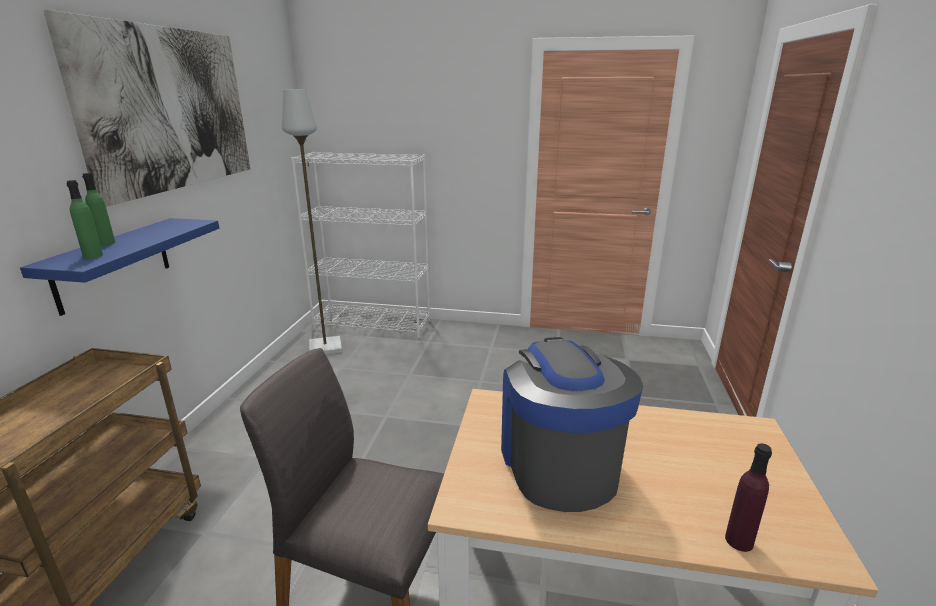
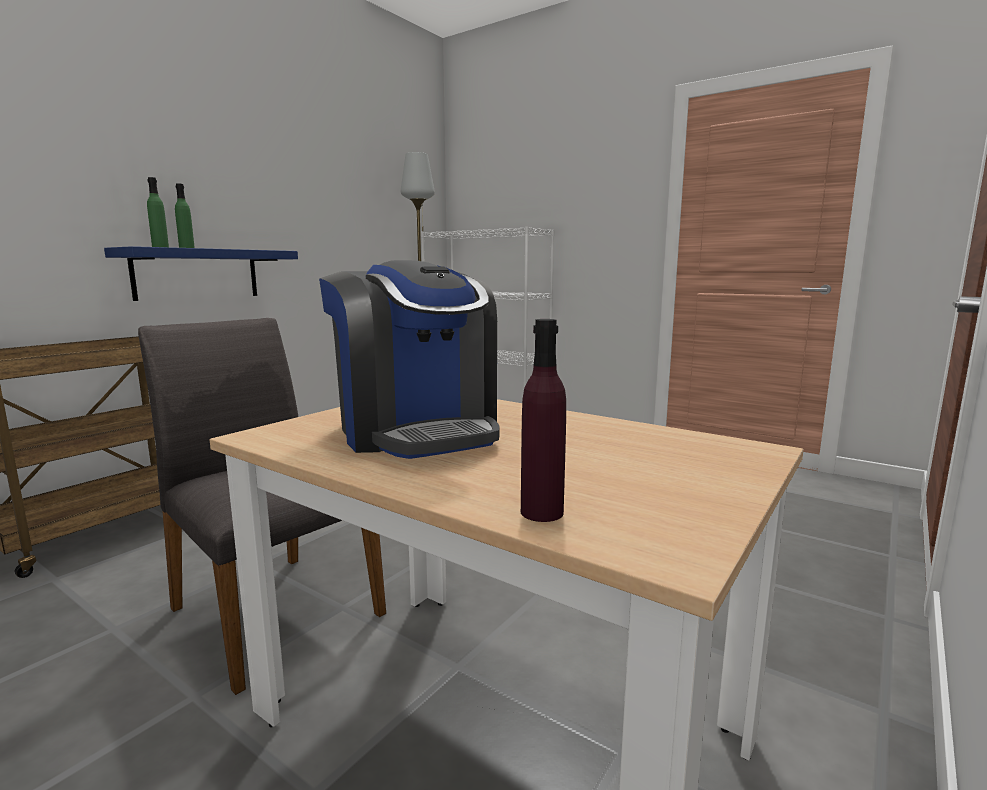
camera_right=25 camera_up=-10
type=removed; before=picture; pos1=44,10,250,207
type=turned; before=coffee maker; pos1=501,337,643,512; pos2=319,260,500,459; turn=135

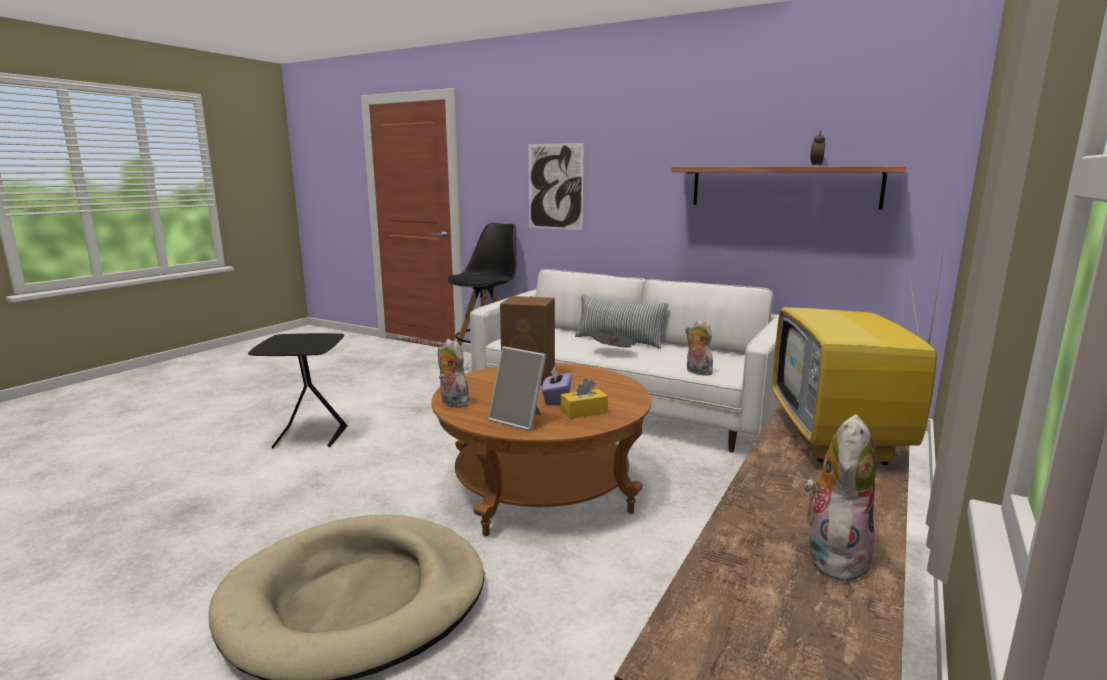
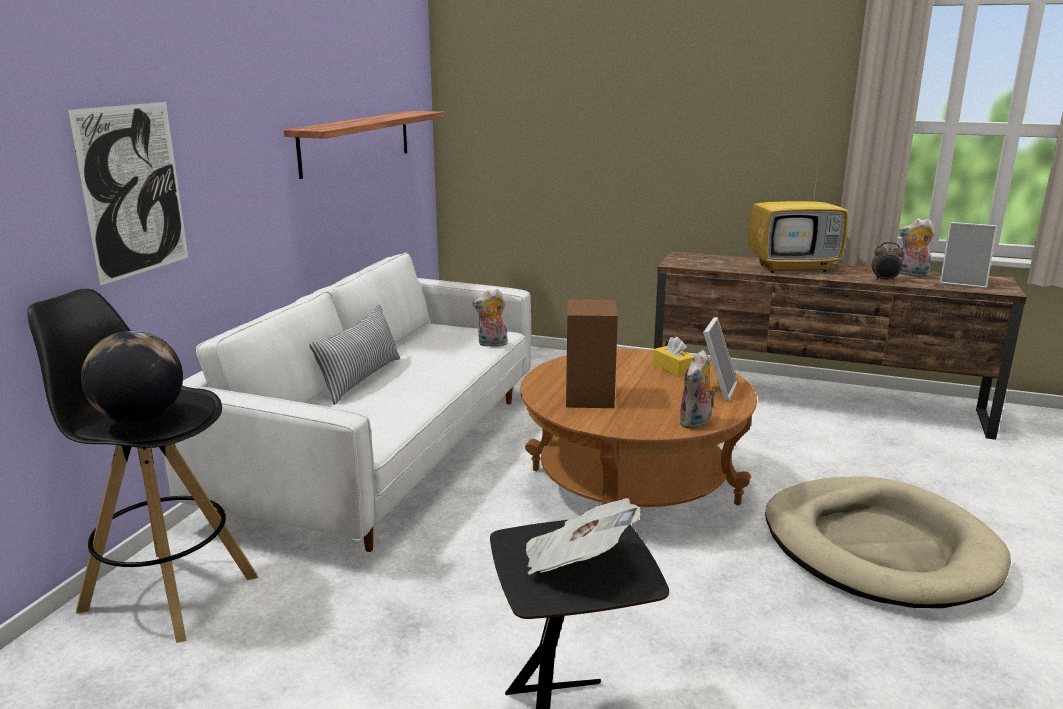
camera_right=-100 camera_up=5
type=removed; before=purple-coloured box of tissues; pos1=542,366,572,405
type=added; after=globe; pos2=81,331,183,423
type=added; after=standing frame; pos2=940,222,997,289
type=moved; before=printed paper; pos1=587,330,636,348; pos2=526,498,640,575
type=moved; before=table clock; pos1=811,130,825,166; pos2=872,242,904,282
type=turned; before=plush toy; pos1=685,320,713,376; pos2=473,289,508,347; turn=45

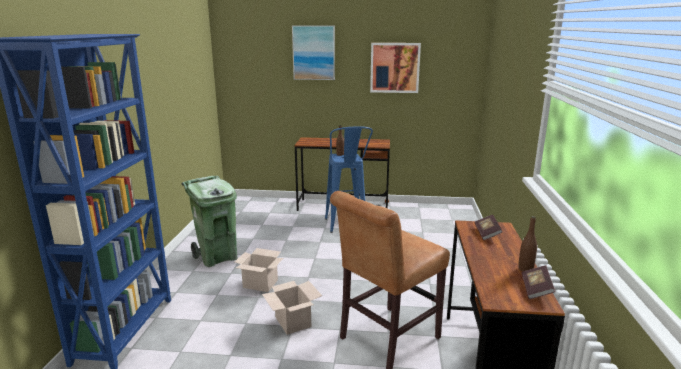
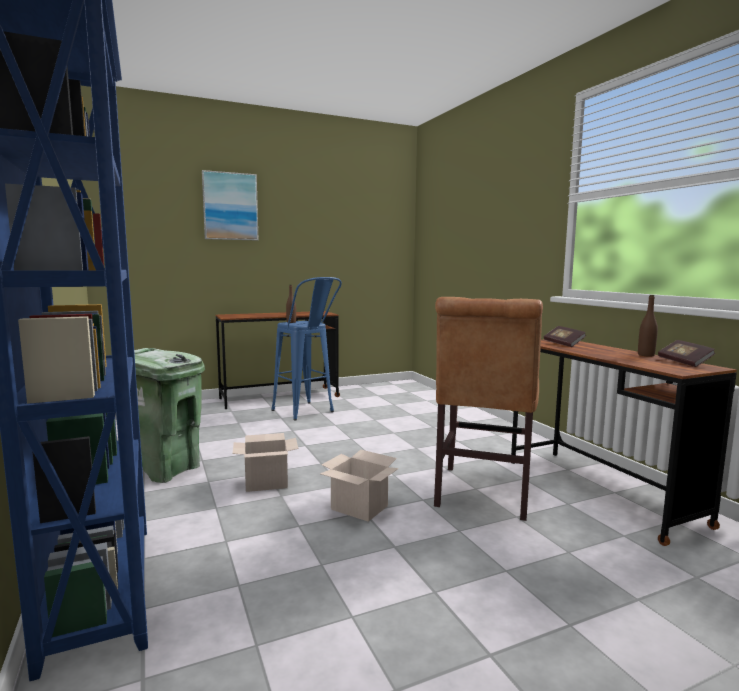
camera_right=-30 camera_up=-10
type=removed; before=picture; pos1=370,43,421,93

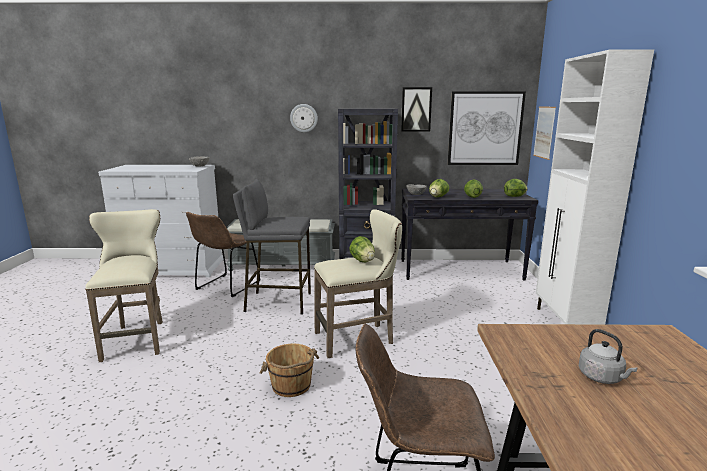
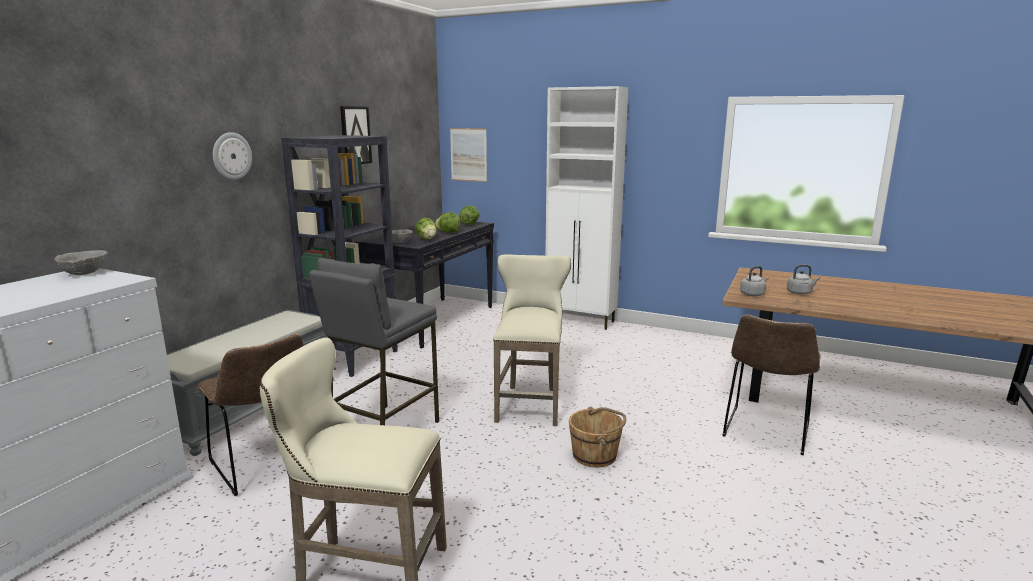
camera_right=-65 camera_up=0
type=removed; before=lettuce head; pos1=349,236,375,262
type=removed; before=picture; pos1=448,91,526,165
type=added; after=greyish tea kettle; pos2=740,266,769,296

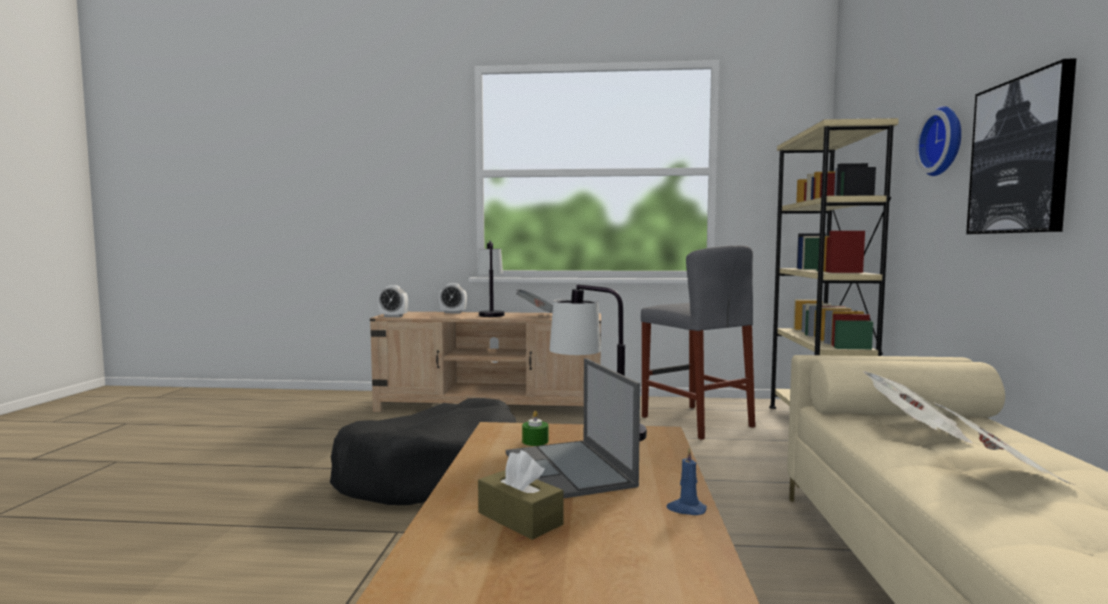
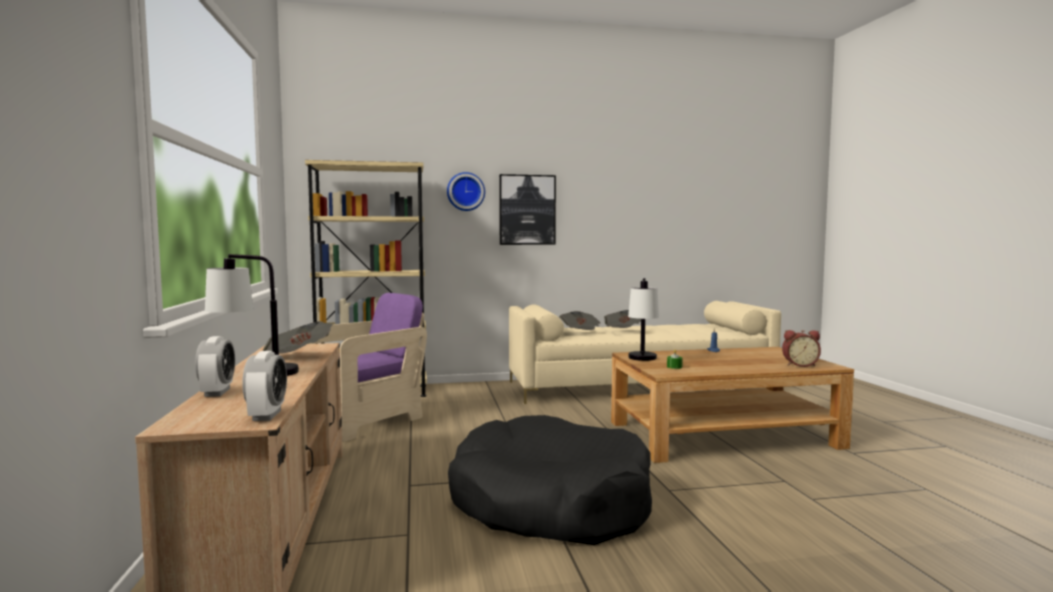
camera_right=-105 camera_up=0
type=removed; before=brown-coloured box of tissues; pos1=478,450,563,540
type=removed; before=notebook computer; pos1=506,358,640,499
type=added; after=table clock; pos2=782,330,821,367
type=replaced; before=greyish sitting stool; after=purple-coloured armchair; pos1=641,245,755,440; pos2=308,293,427,442

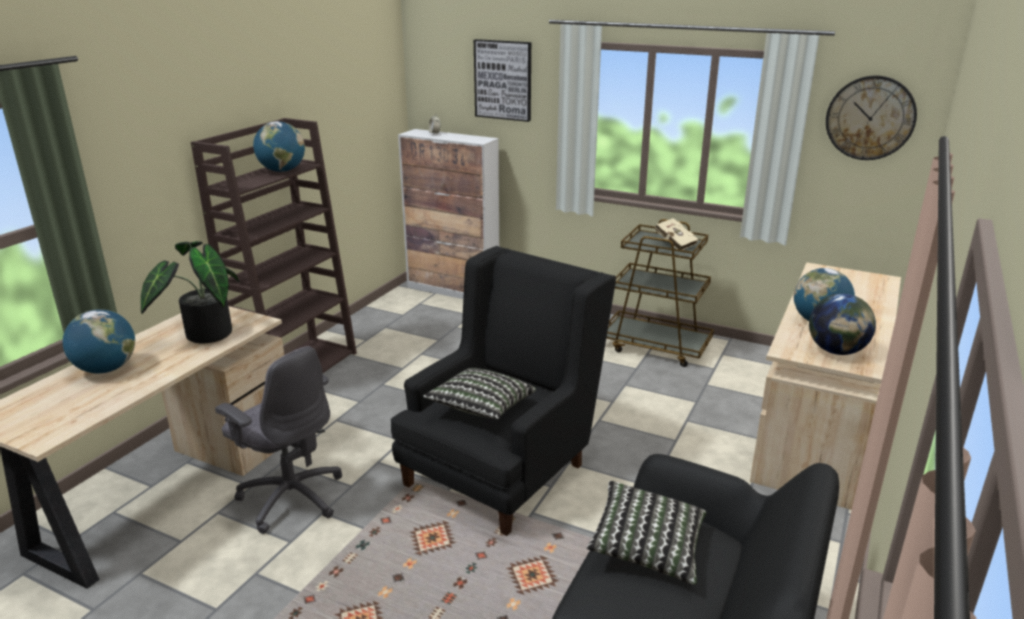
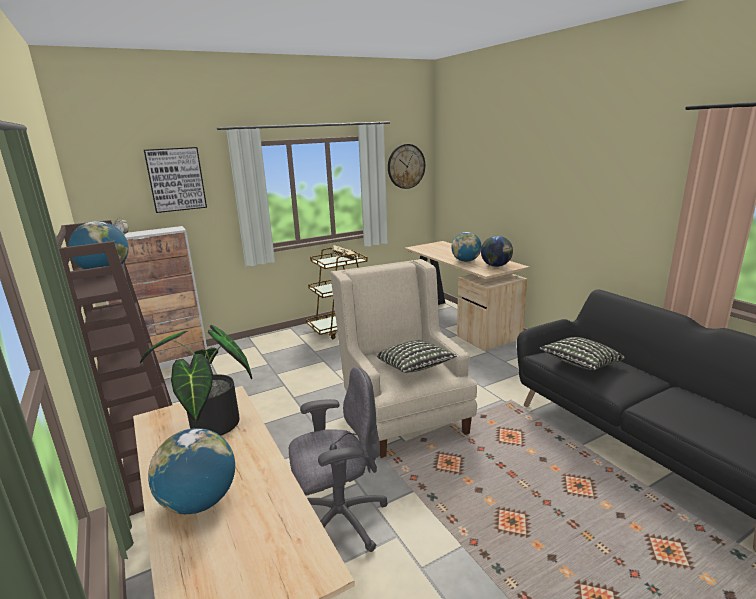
camera_right=-55 camera_up=-5
type=recoloured; before=black-coloured armchair; after=sand-coloured armchair; pos1=391,246,616,536; pos2=330,259,477,458

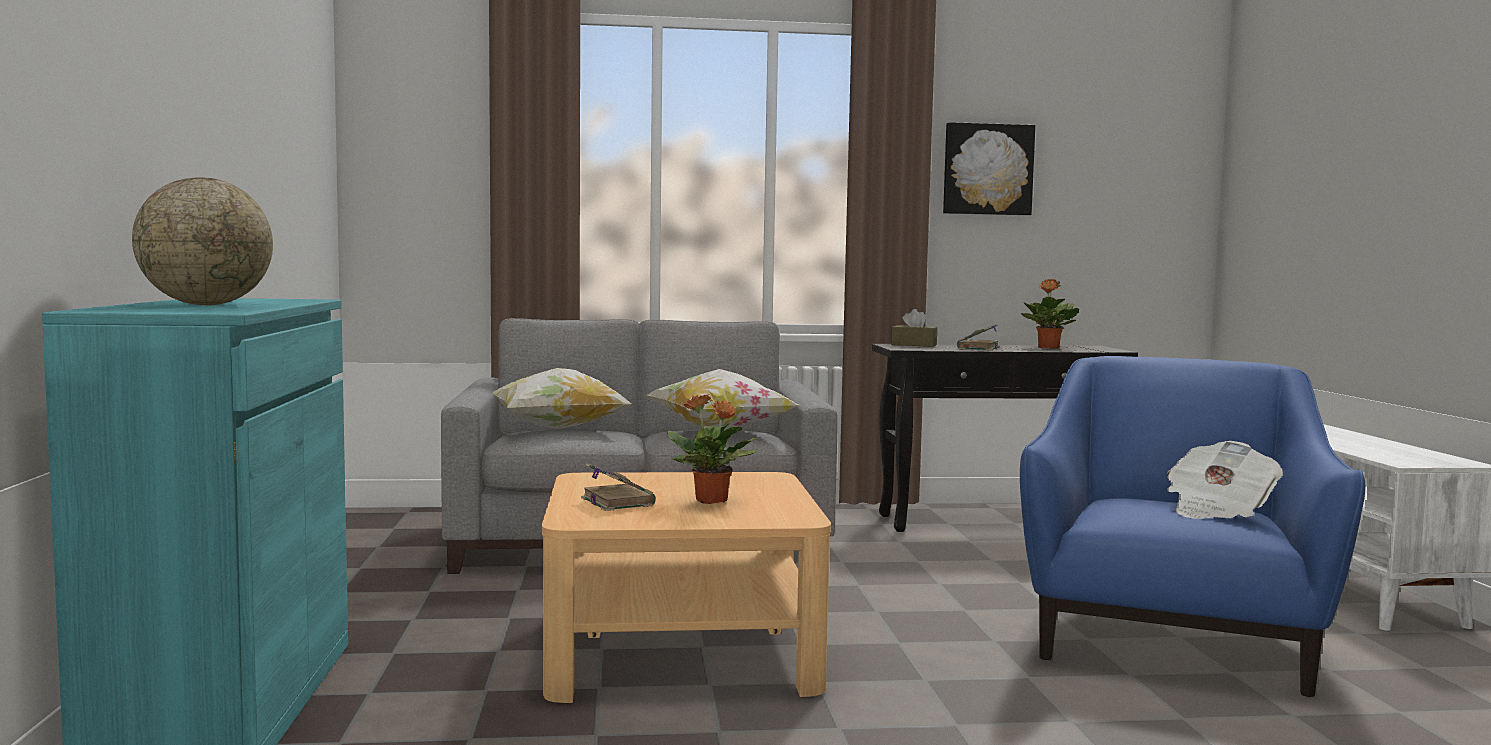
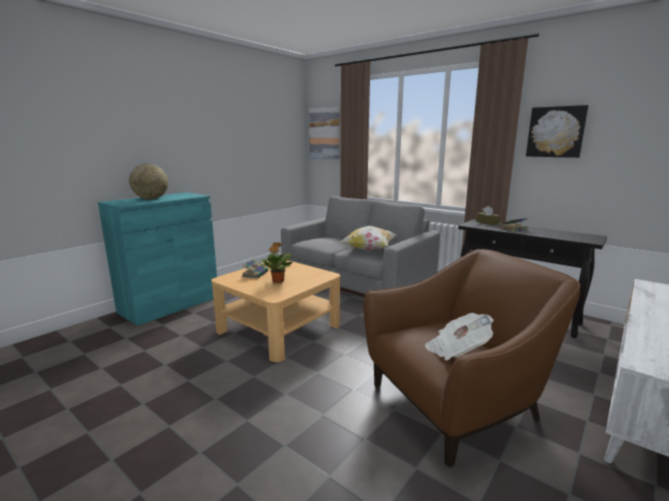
camera_right=45 camera_up=10
type=removed; before=pillow; pos1=493,368,631,429
type=removed; before=potted plant; pos1=1021,279,1079,349
type=added; after=picture; pos2=309,107,339,160
type=recoloured; before=blue-coloured armchair; after=brown-coloured armchair; pos1=1020,356,1365,697; pos2=364,249,580,467

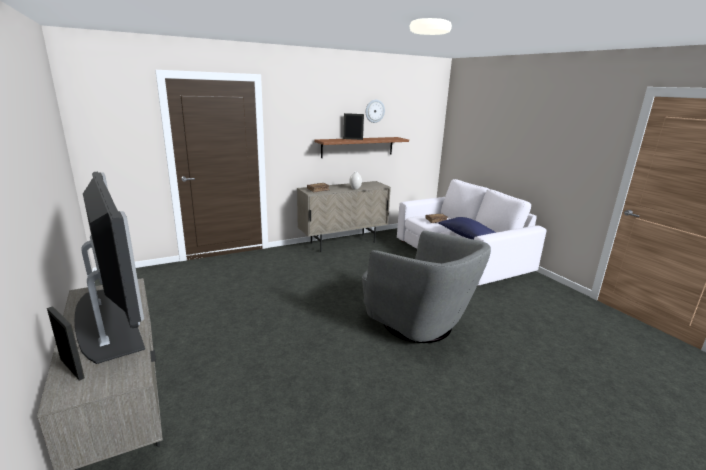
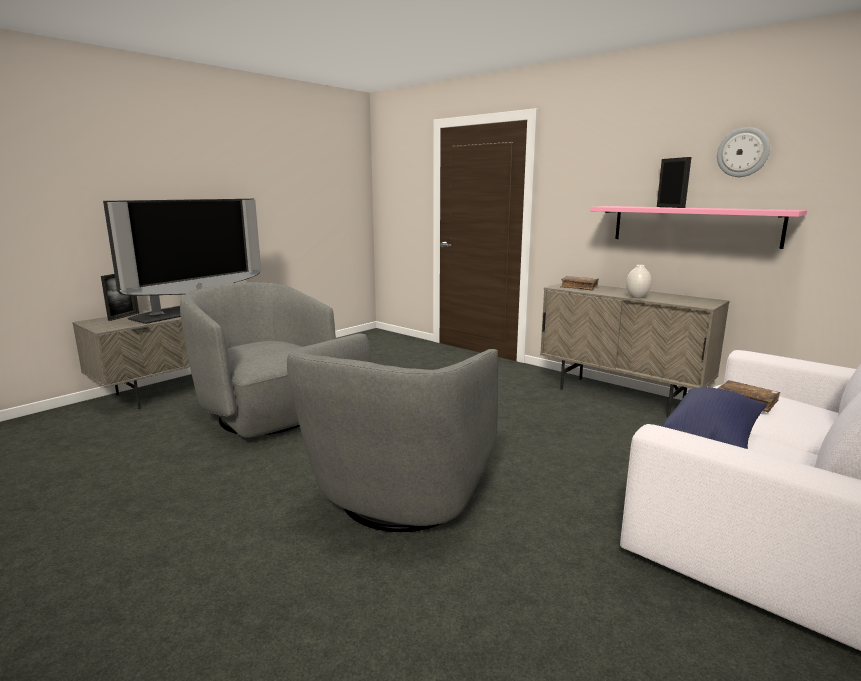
camera_right=70 camera_up=-5
type=added; after=greyish armchair; pos2=180,282,336,438
type=recoloured; before=brown-coloured wall shelf; after=pink wall shelf; pos1=315,137,409,158; pos2=590,206,807,249

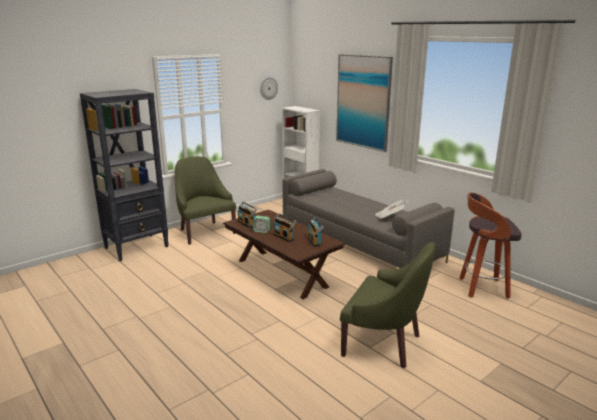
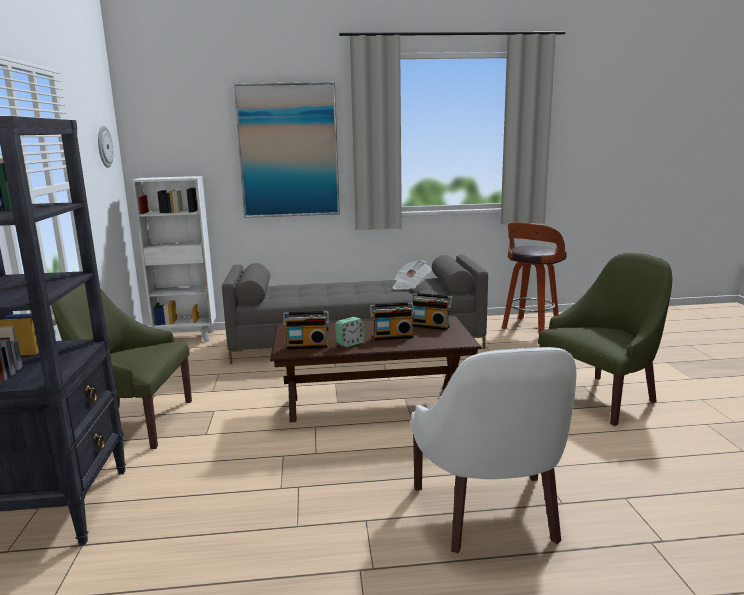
camera_right=-55 camera_up=-5
type=added; after=white-coloured armchair; pos2=411,347,577,553

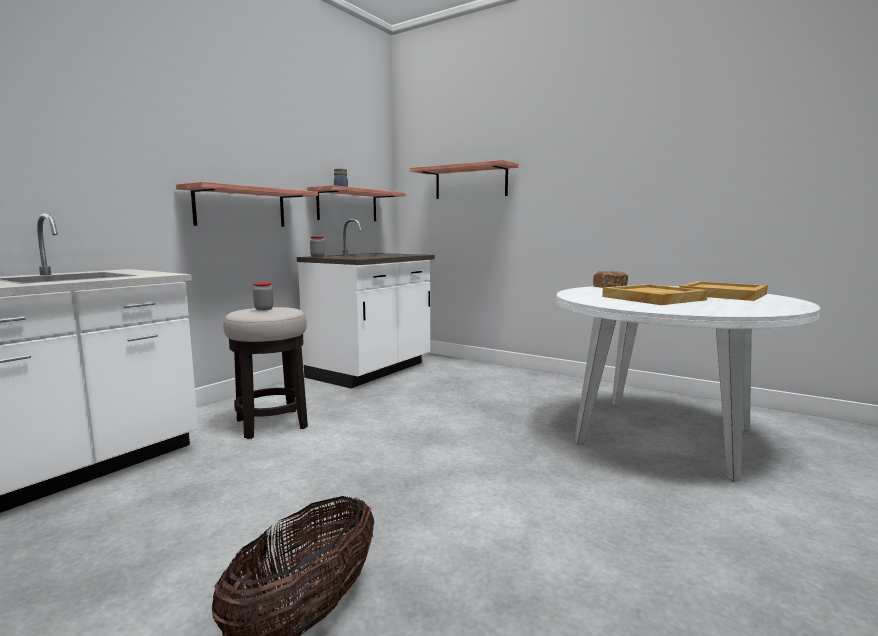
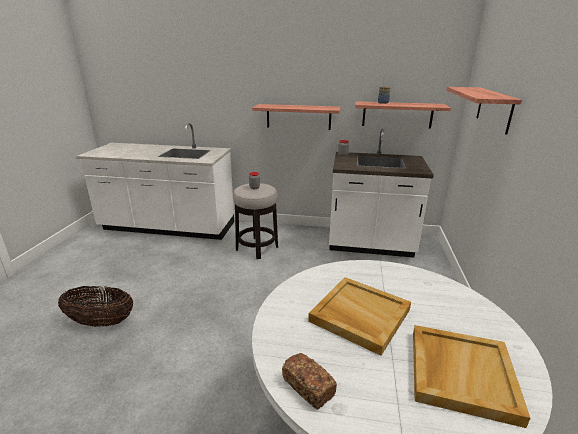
camera_right=65 camera_up=15
type=moved; before=bread; pos1=593,271,628,288; pos2=282,353,337,410

